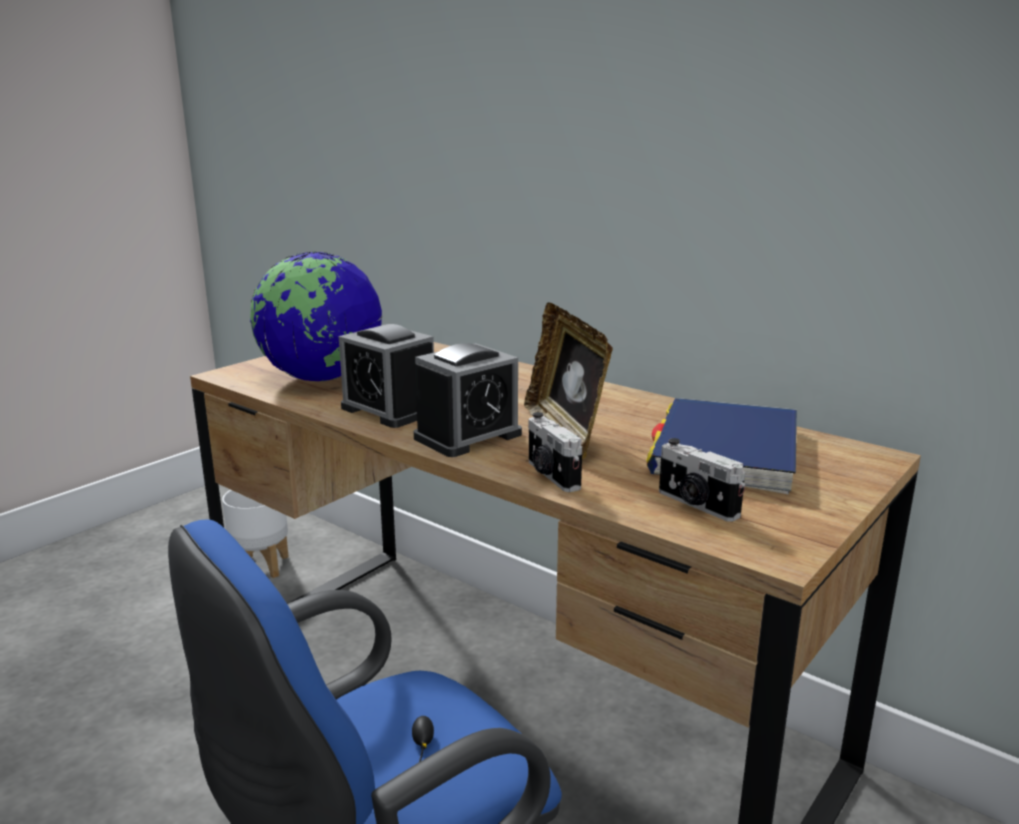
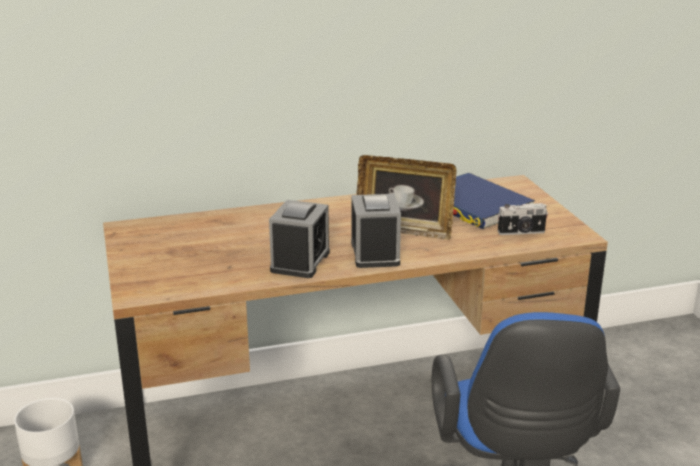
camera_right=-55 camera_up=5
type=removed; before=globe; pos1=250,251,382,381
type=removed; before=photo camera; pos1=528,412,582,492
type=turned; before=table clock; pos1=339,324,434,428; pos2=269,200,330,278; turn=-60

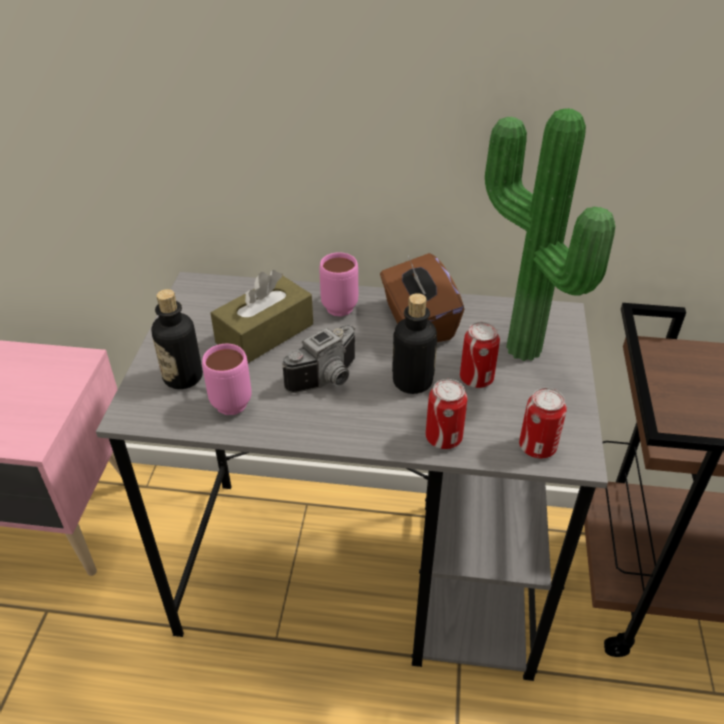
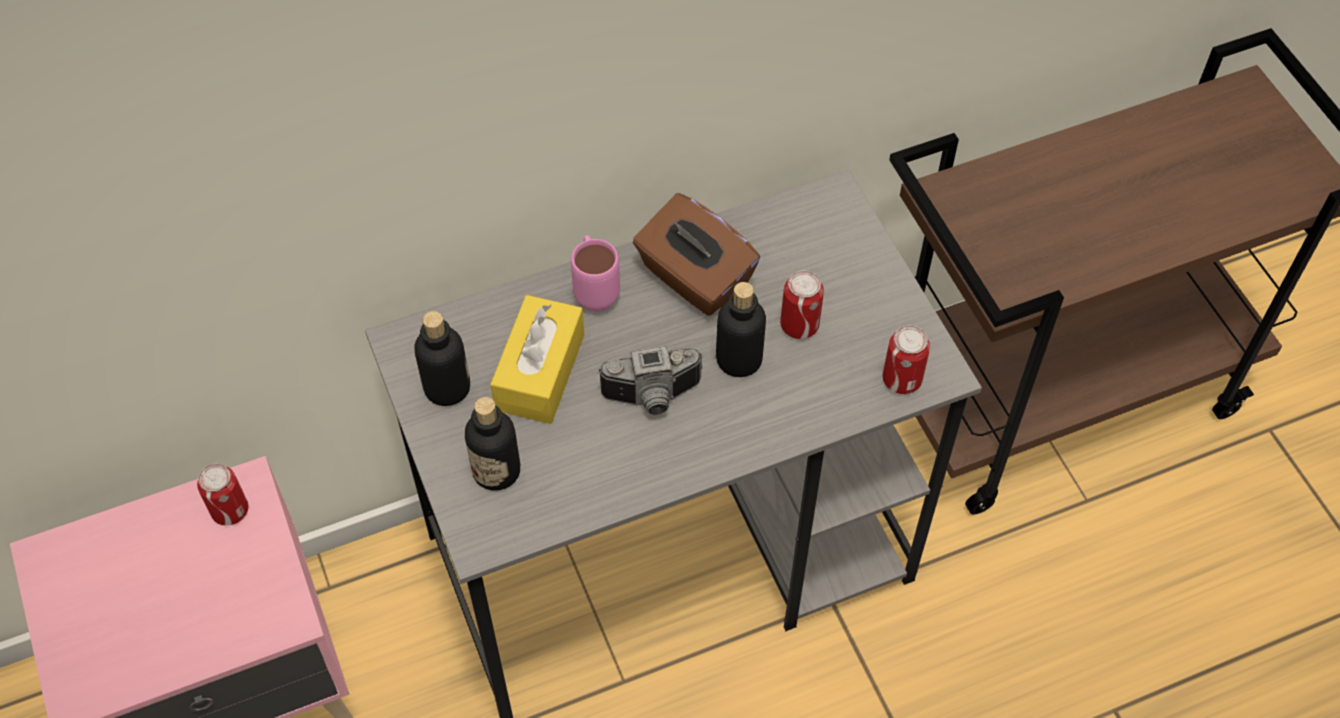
camera_right=-30 camera_up=15
type=removed; before=pink coffee mug; pos1=202,344,251,415
type=removed; before=potted plant; pos1=485,108,615,361
type=added; after=beverage bottle; pos2=415,311,470,406
type=moved; before=metal can; pos1=426,379,467,449; pos2=197,463,249,526
type=recoloured; before=brown-coloured box of tissues; after=yellowish box of tissues; pos1=210,270,313,363; pos2=490,295,584,424
type=turned; before=photo camera; pos1=282,325,355,393; pos2=597,346,704,415; turn=60

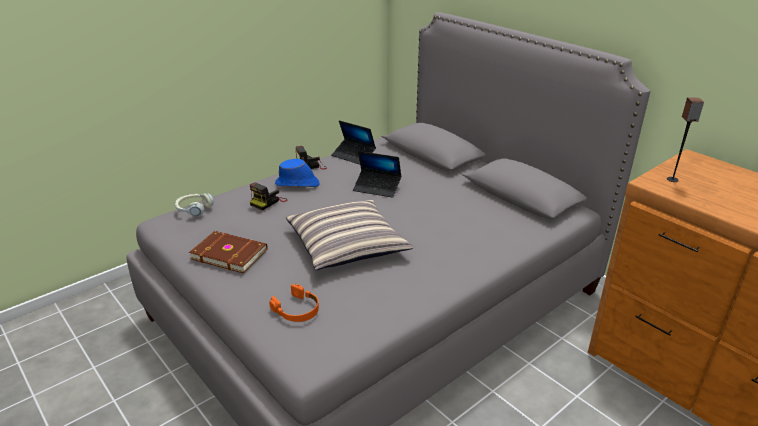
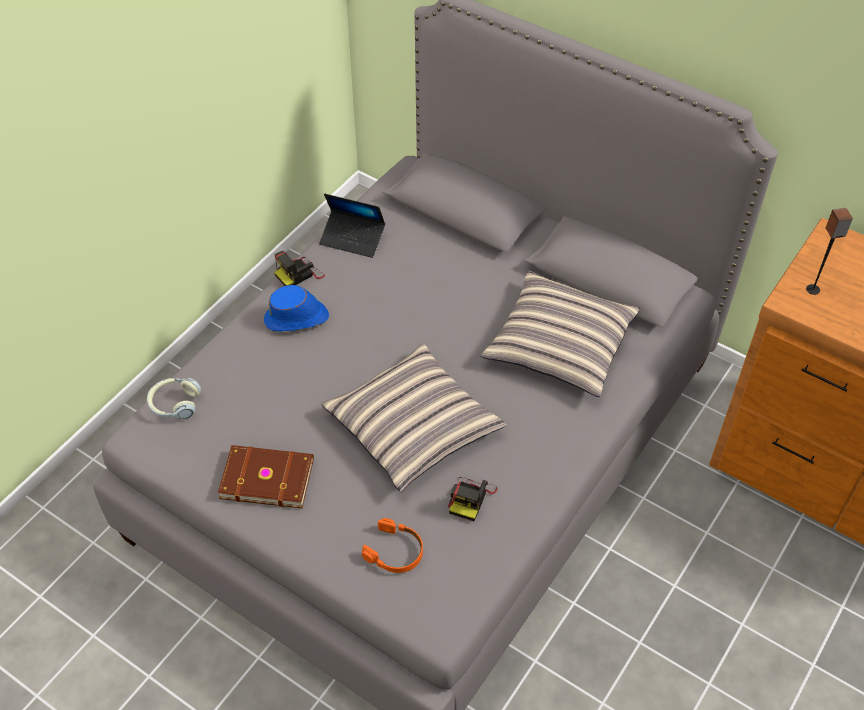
camera_right=-15 camera_up=20
type=removed; before=notebook computer; pos1=353,151,401,198
type=added; after=pillow; pos2=481,271,640,397
type=moved; before=photo camera; pos1=250,183,288,210; pos2=448,477,497,521

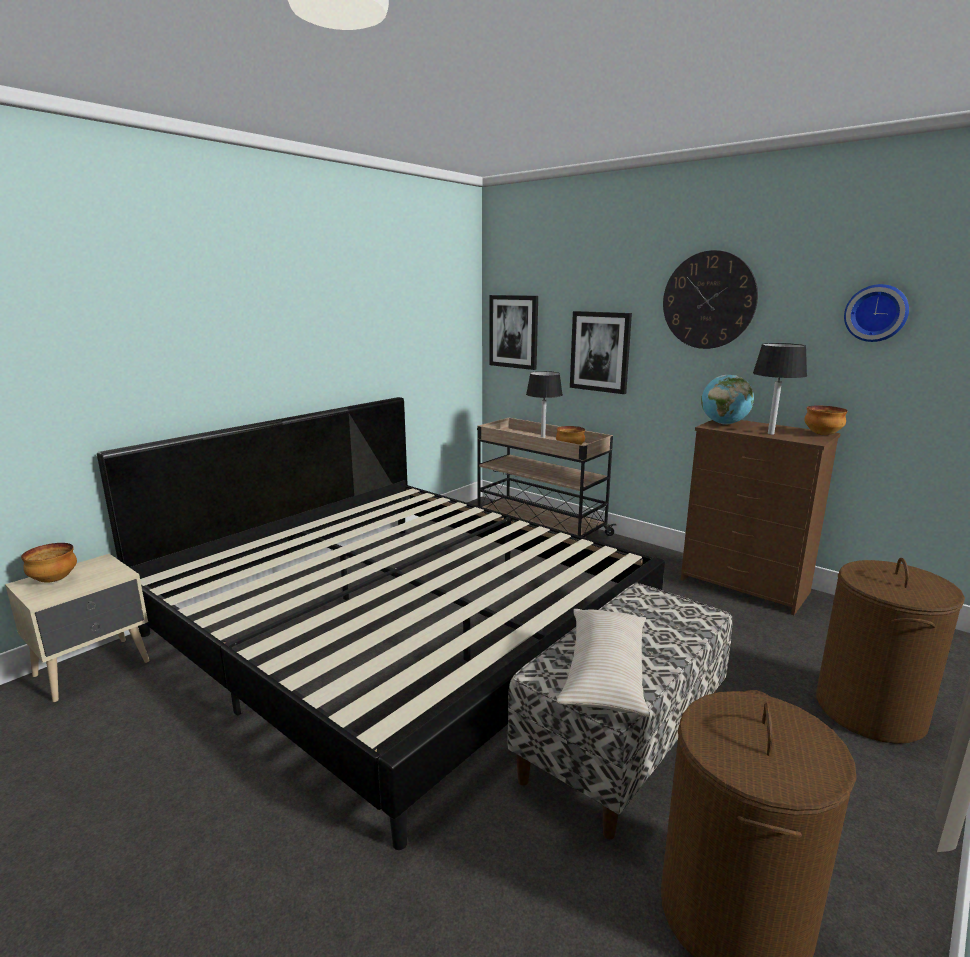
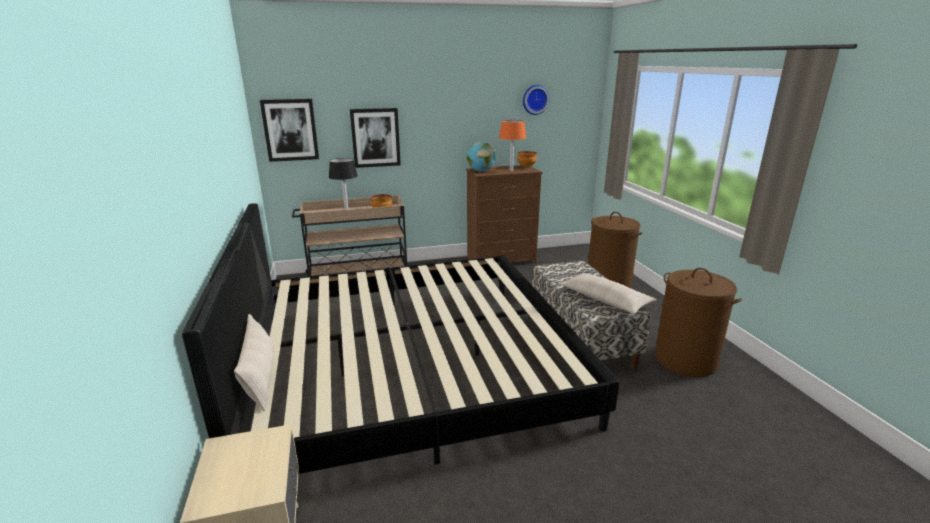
camera_right=-55 camera_up=5
type=removed; before=serving bowl; pos1=21,543,77,583
type=removed; before=wall clock; pos1=663,250,758,349
type=added; after=sand-coloured pillow; pos2=234,314,274,411
type=recoloured; before=black-coloured tabletop lamp; after=orange-coloured tabletop lamp; pos1=753,343,807,435; pos2=499,120,526,172

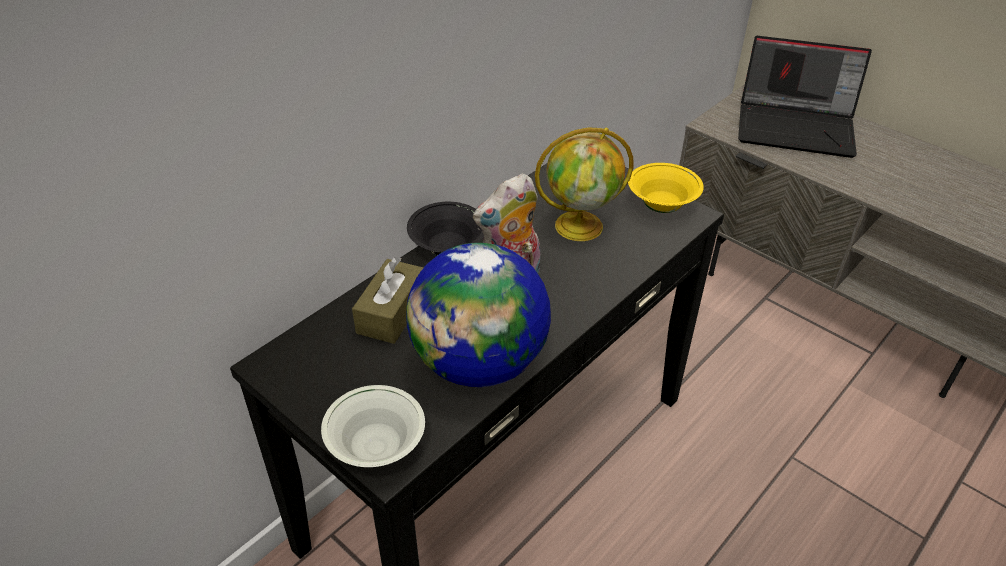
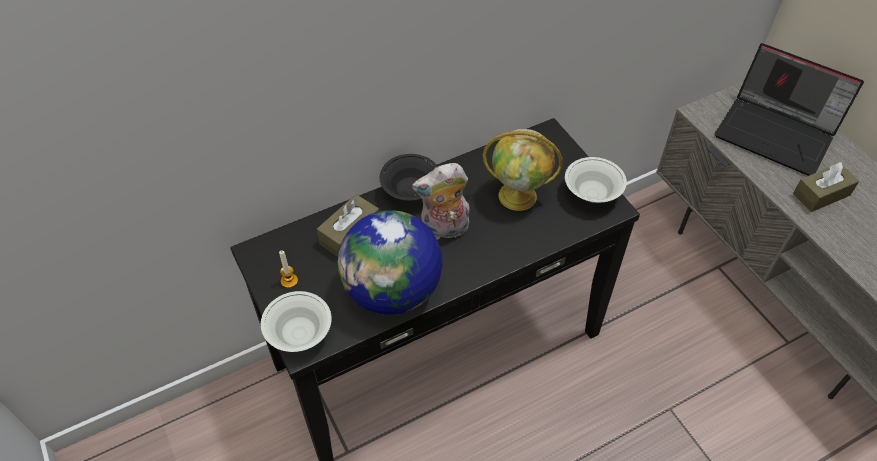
camera_right=20 camera_up=10
type=added; after=candle; pos2=279,251,298,288
type=added; after=brown-coloured box of tissues; pos2=793,162,859,212
type=recoloured; before=yellowish serving bowl; after=white-coloured serving bowl; pos1=628,163,704,213; pos2=565,157,627,203

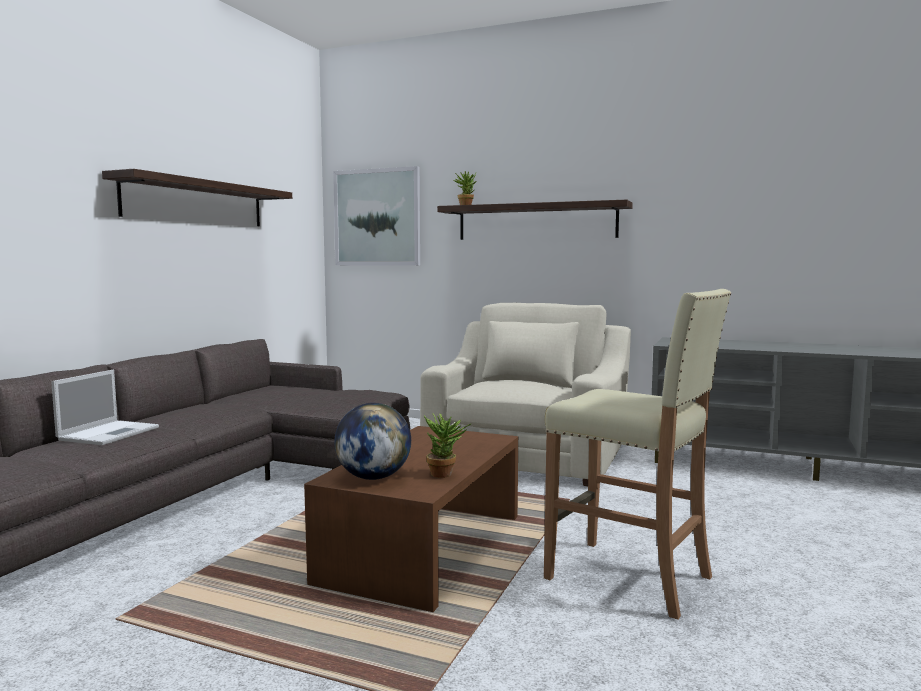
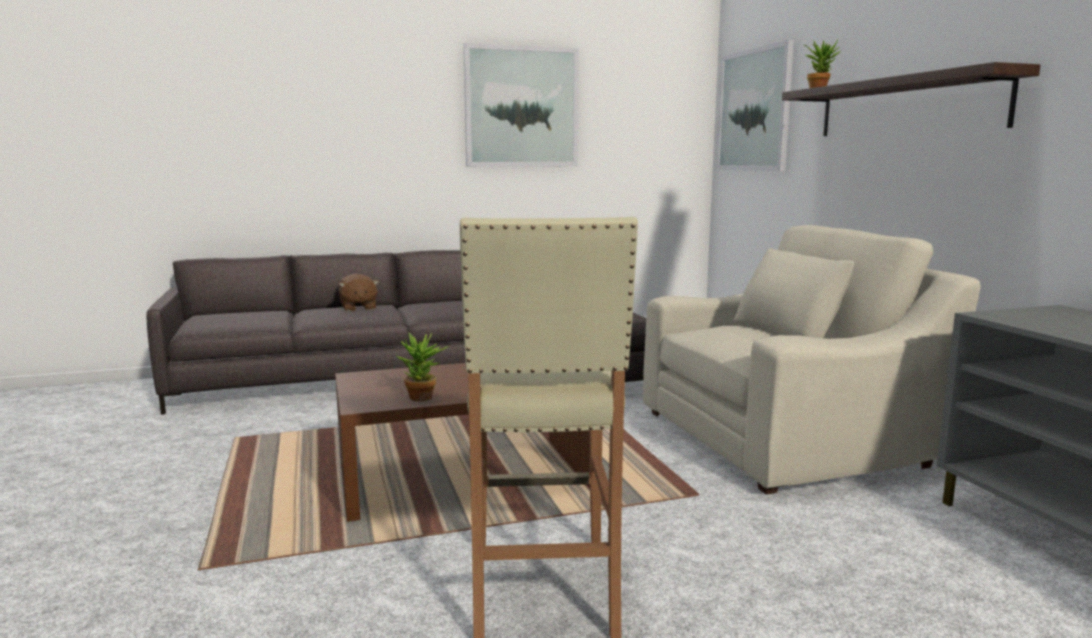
camera_right=50 camera_up=5
type=removed; before=globe; pos1=334,403,411,480
type=replaced; before=notebook computer; after=brown-coloured plush toy; pos1=51,369,159,445; pos2=339,274,379,311
type=replaced; before=wall shelf; after=picture; pos1=102,169,292,226; pos2=463,43,579,167

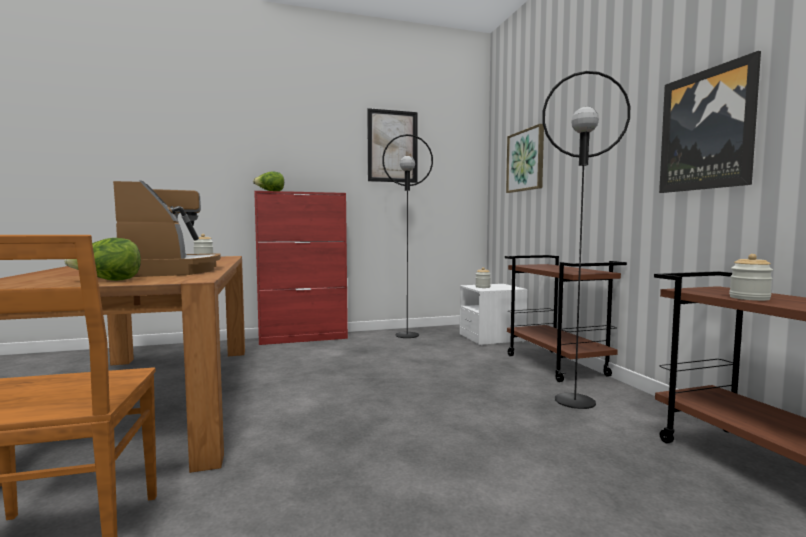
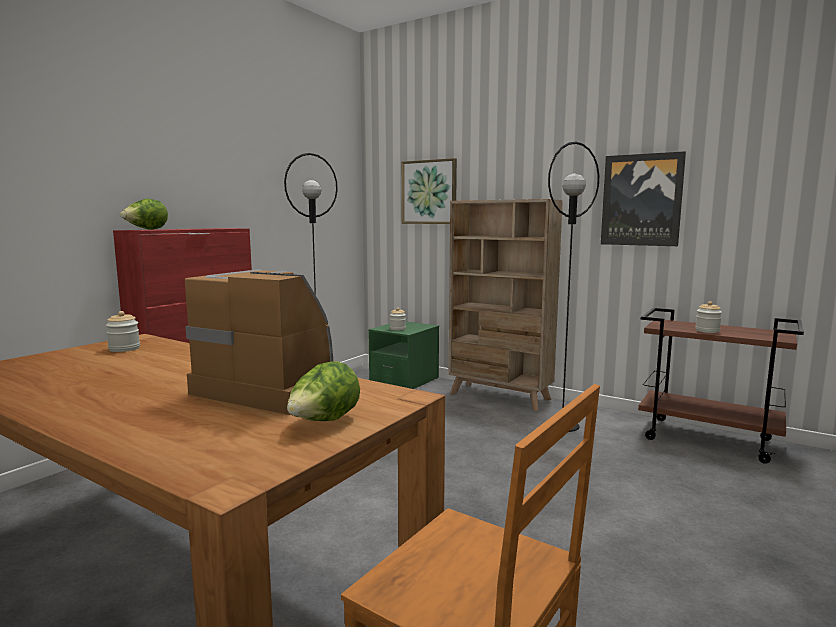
camera_right=-40 camera_up=5
type=removed; before=picture; pos1=367,108,418,183
type=replaced; before=brown-coloured trolley; after=sand-coloured bookshelf; pos1=505,255,627,382; pos2=449,199,563,411
type=recoloured; before=white-coloured night table; after=green night table; pos1=459,284,527,346; pos2=368,321,439,389

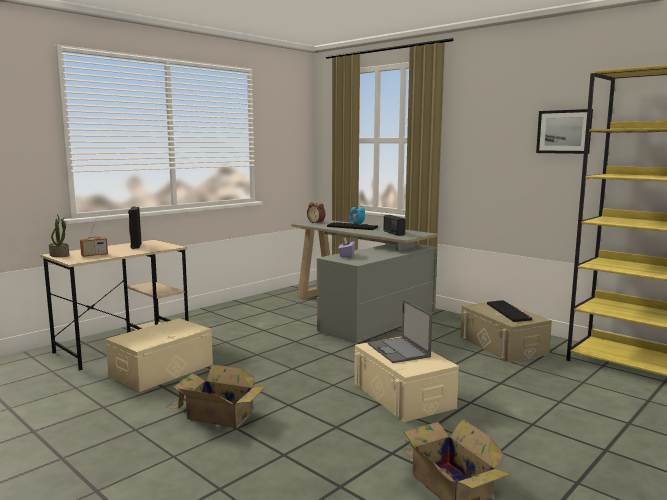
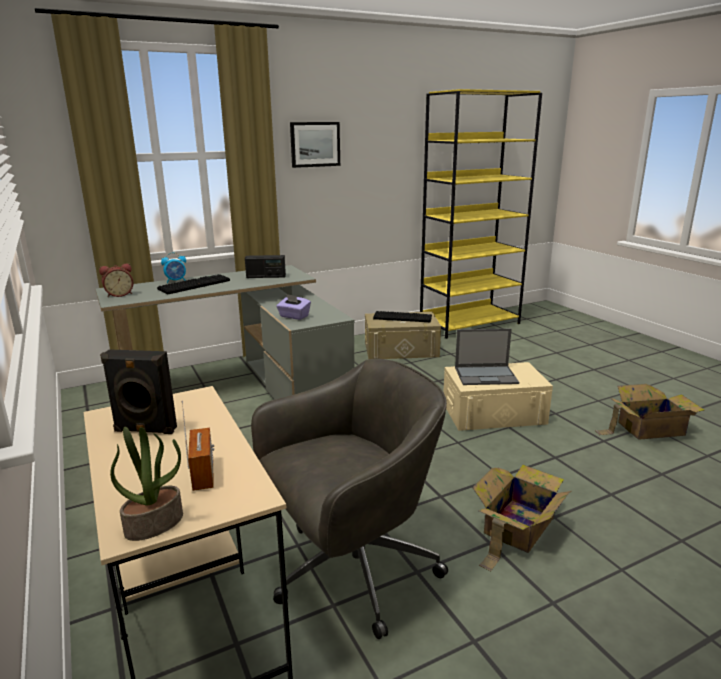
camera_right=-70 camera_up=10
type=moved; before=picture; pos1=536,109,593,154; pos2=290,122,340,168
type=replaced; before=sand-coloured storage container; after=greyish computer chair; pos1=105,318,213,392; pos2=251,358,448,639

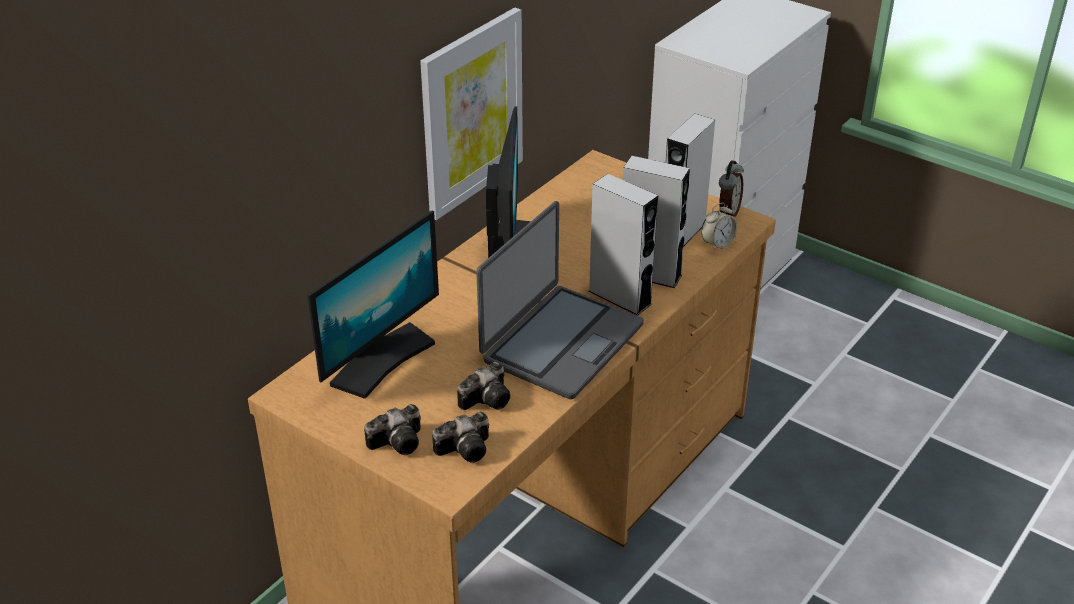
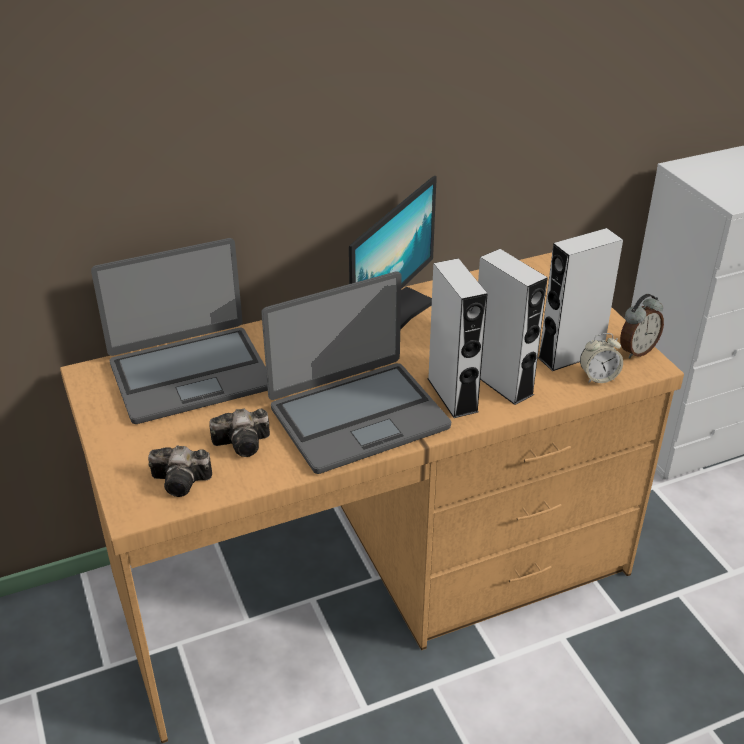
camera_right=30 camera_up=0
type=removed; before=photo camera; pos1=364,404,421,455
type=removed; before=picture; pos1=420,7,523,220
type=replaced; before=computer screen; after=notebook computer; pos1=307,211,439,399; pos2=91,238,268,424

